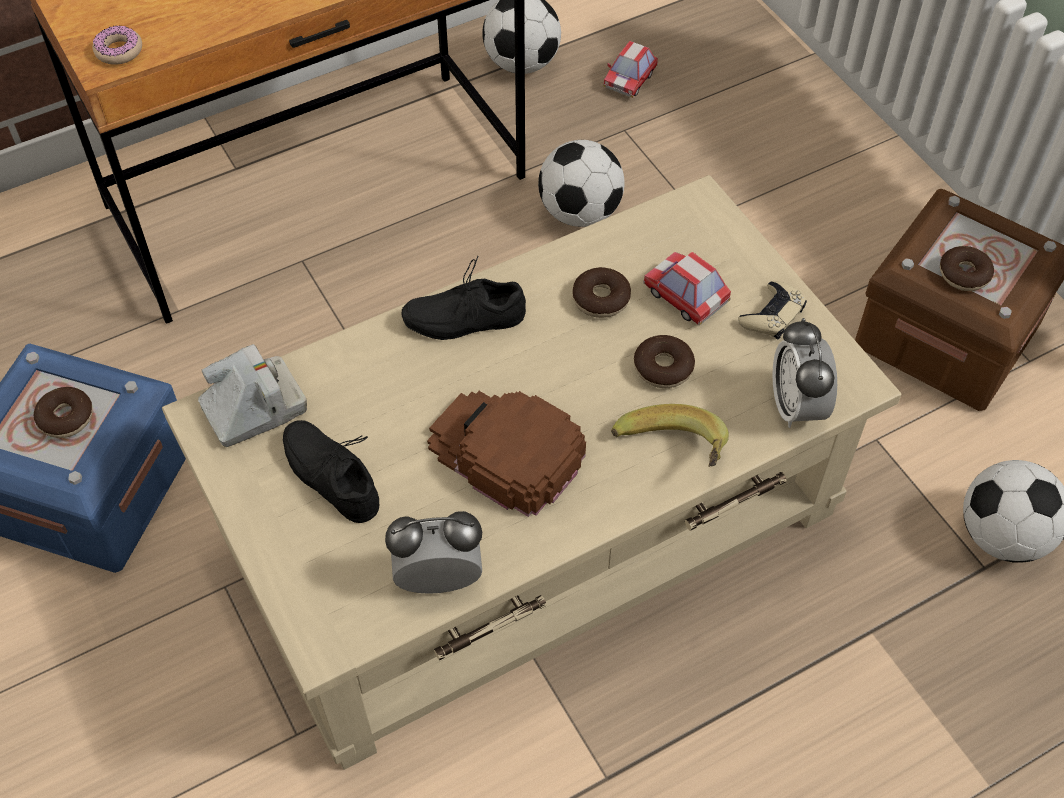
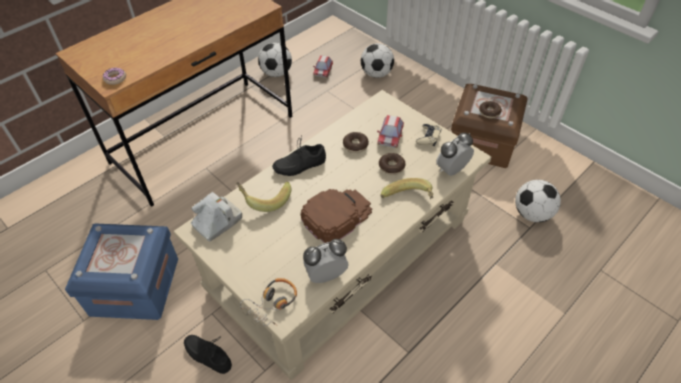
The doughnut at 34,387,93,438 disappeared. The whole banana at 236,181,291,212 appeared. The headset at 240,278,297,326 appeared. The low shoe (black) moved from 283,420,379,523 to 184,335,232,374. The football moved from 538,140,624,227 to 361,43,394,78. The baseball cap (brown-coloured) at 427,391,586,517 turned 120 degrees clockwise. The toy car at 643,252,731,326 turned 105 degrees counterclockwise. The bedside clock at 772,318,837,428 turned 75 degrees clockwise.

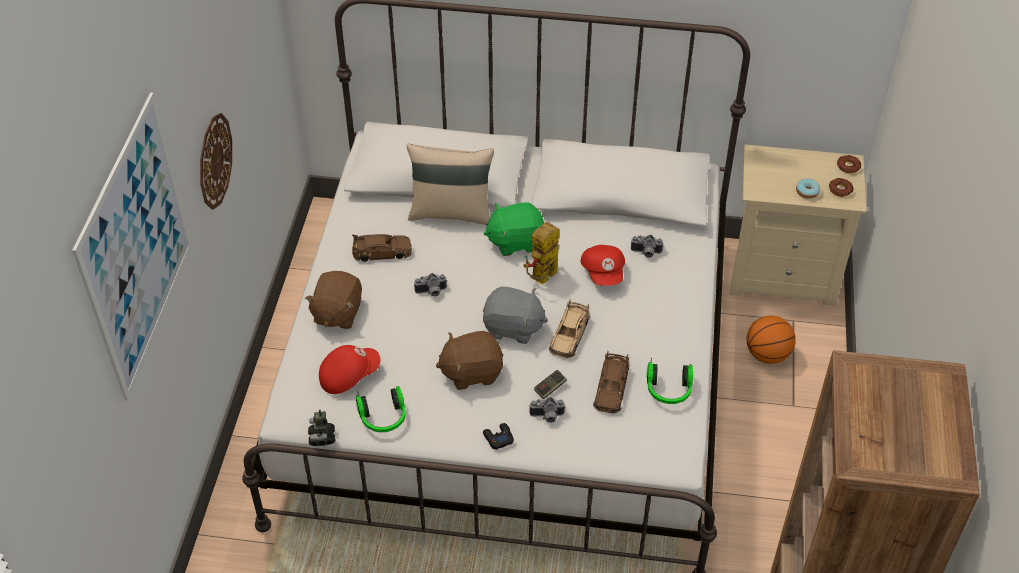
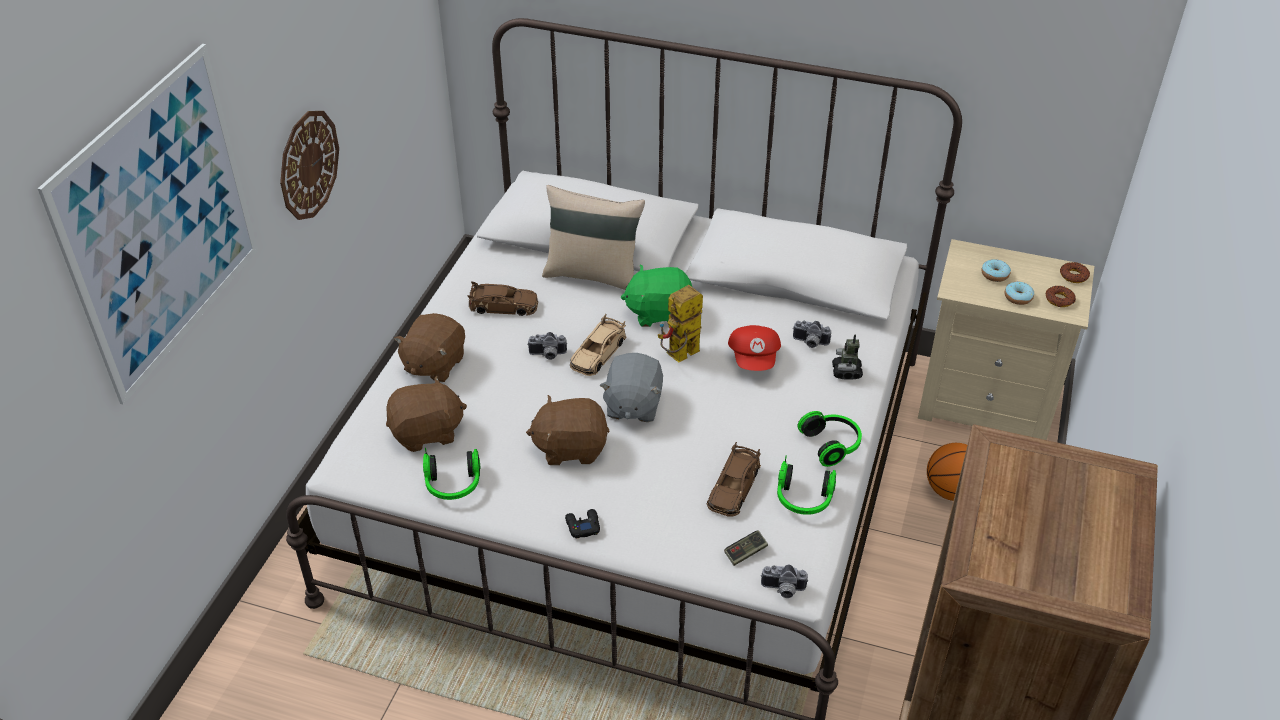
The headset at 798,411,862,467 appeared. The doughnut at 982,259,1011,282 appeared. The robot figure moved from 308,410,335,446 to 832,335,863,380. The photo camera moved from 529,397,566,423 to 761,565,808,598. The game controller moved from 534,370,567,399 to 724,530,768,566. The toy car (sand-coloured) moved from 549,299,590,358 to 570,314,627,376. The baseball cap (red-coloured) at 319,345,380,394 was replaced by the soft toy (brown-coloured) at 386,375,467,452. The soft toy (gray) at 483,286,548,344 turned 75 degrees clockwise.

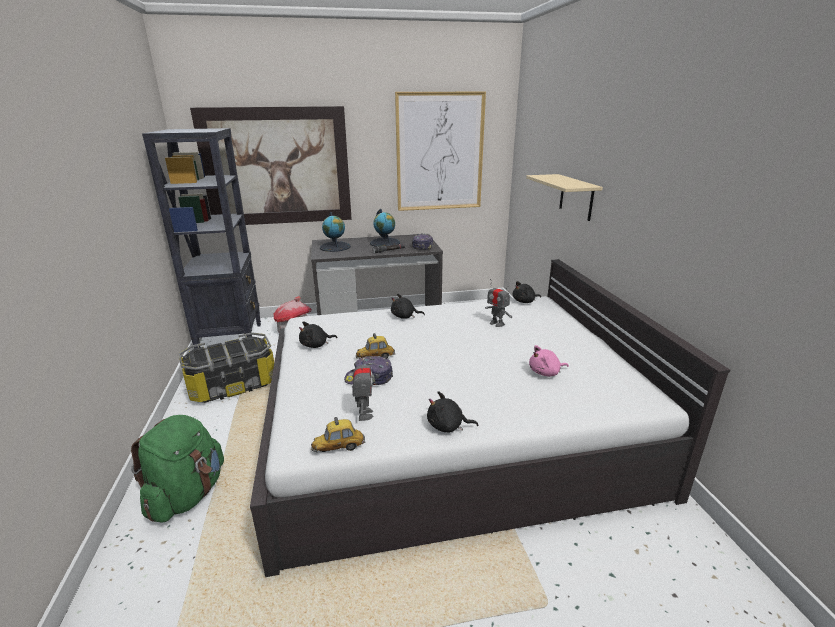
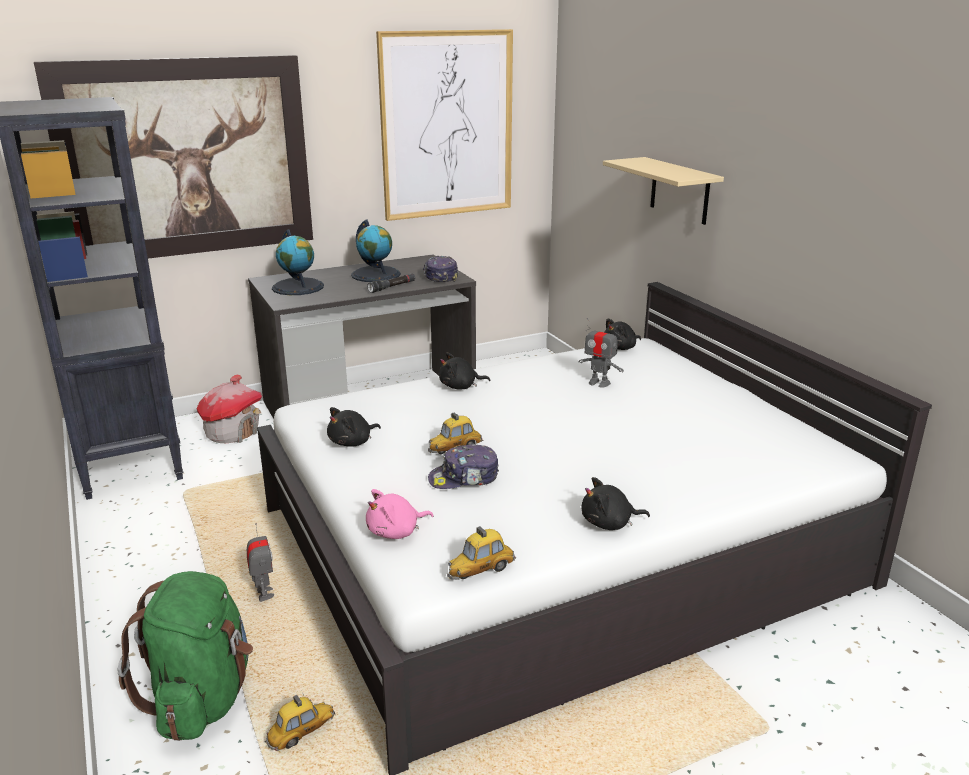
The storage box at 179,332,274,403 disappeared. The toy car at 265,692,335,751 appeared. The robot figure moved from 352,353,373,421 to 247,523,274,602. The soft toy (pink-coloured) moved from 529,345,569,377 to 366,489,434,539.

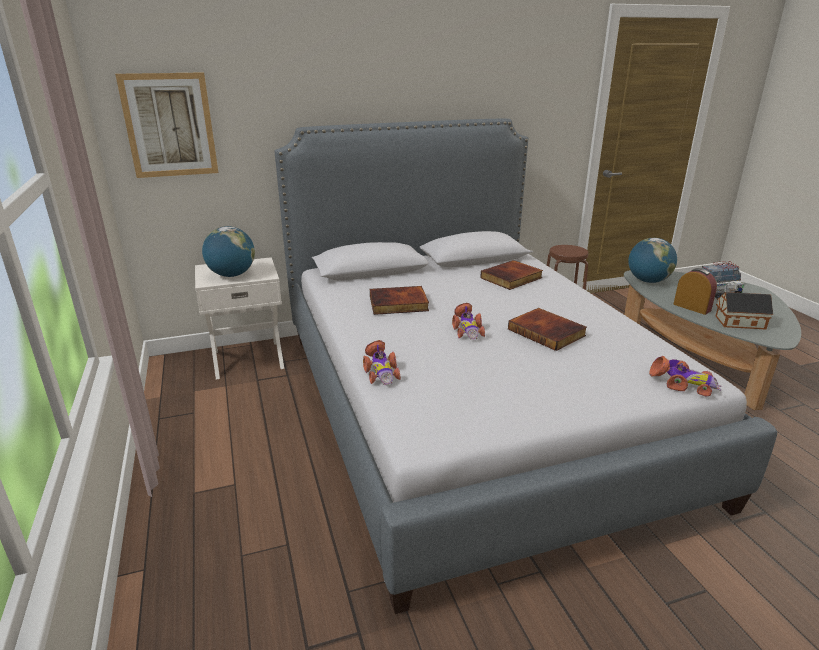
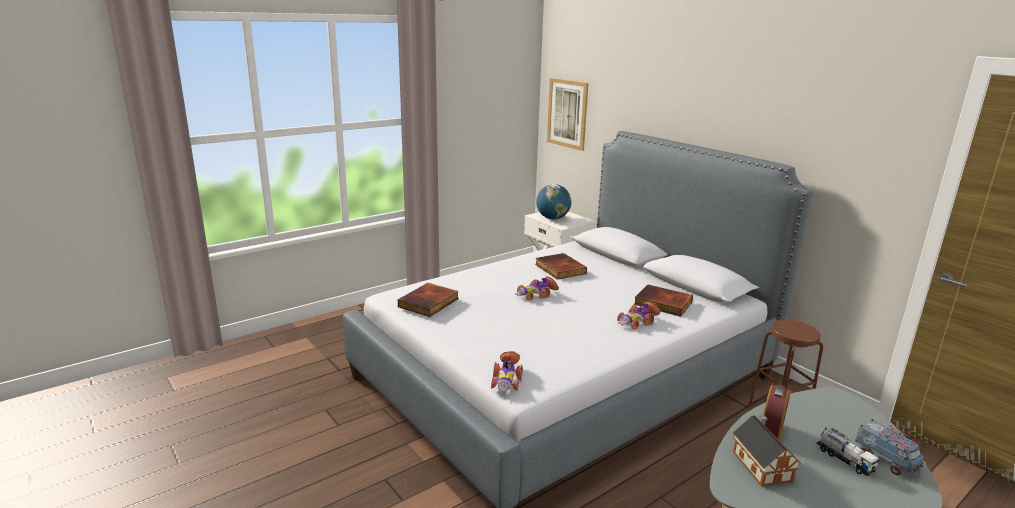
The desk globe at 628,238,677,283 disappeared. The toy car moved from 363,340,401,385 to 617,301,660,329. The bound book moved from 508,308,587,351 to 398,283,459,317.

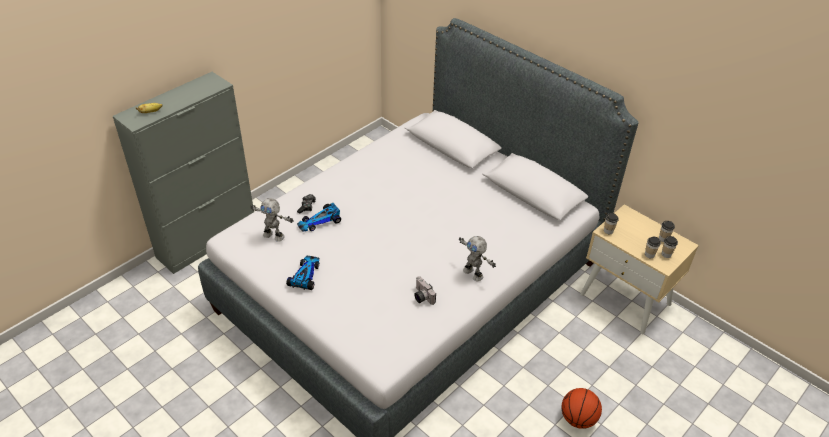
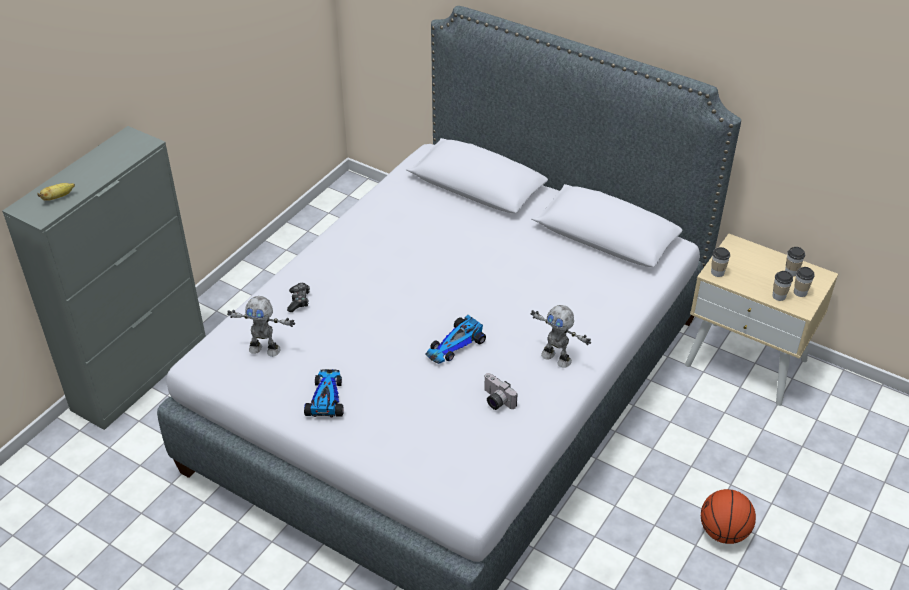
The toy car moved from 297,203,341,232 to 425,315,486,364.

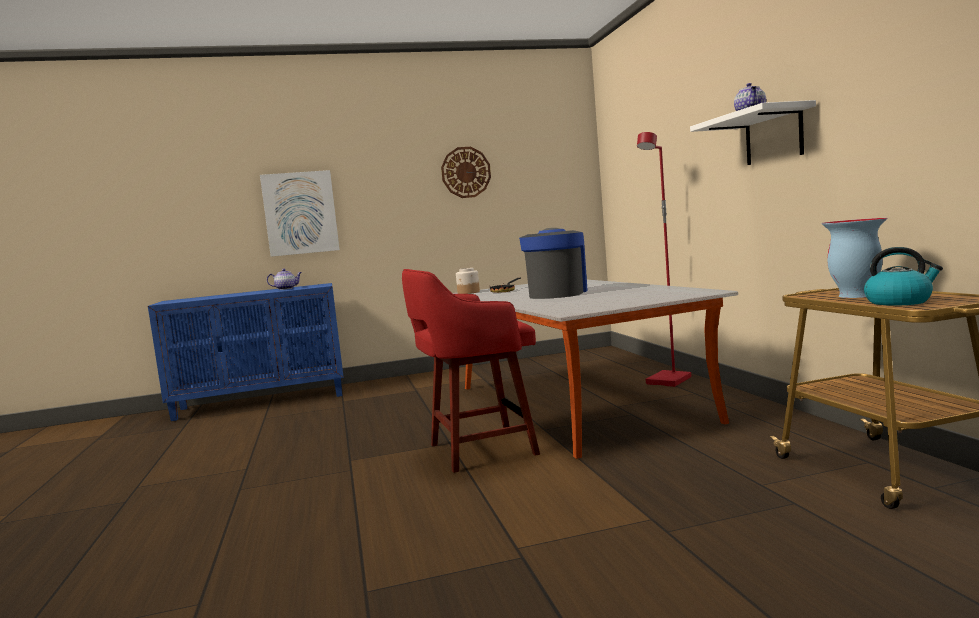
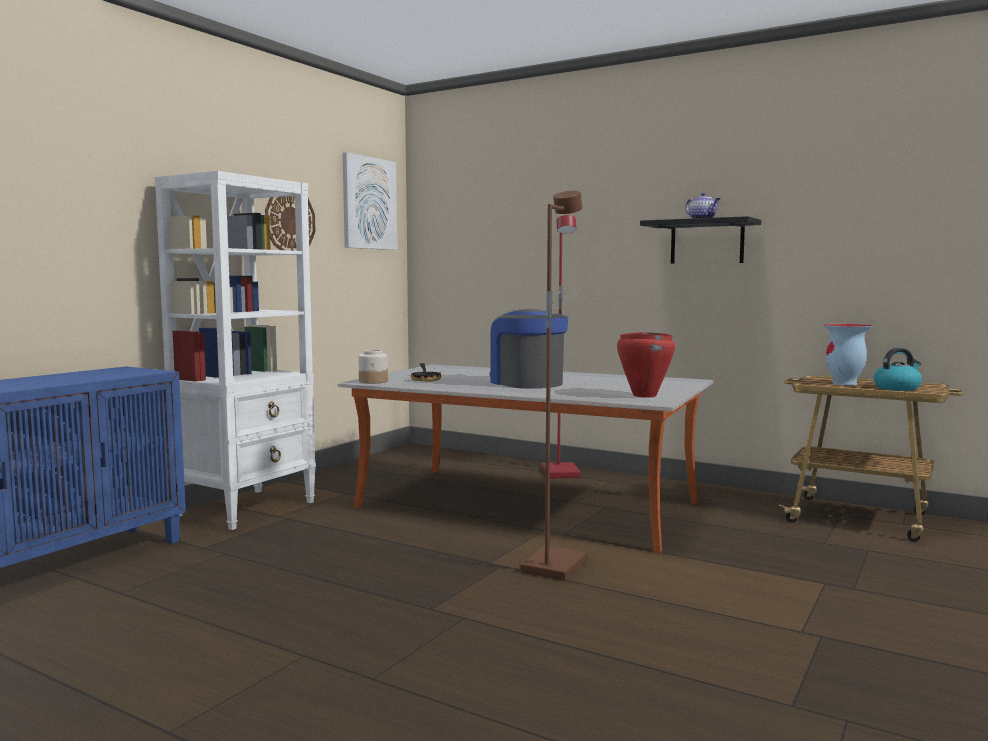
The pot for tea at 267,269,302,290 disappeared. The bookcase (white) at 155,171,316,530 appeared. The saucepot (red-coloured) at 617,332,675,397 appeared. The wall art moved from 260,170,340,257 to 343,152,397,250. The stool (red-coloured) at 402,269,540,473 was replaced by the floor lamp (brown-coloured) at 520,191,587,580. The bracket shelf (white) at 690,100,816,165 became the bracket shelf (black) at 640,216,761,264.

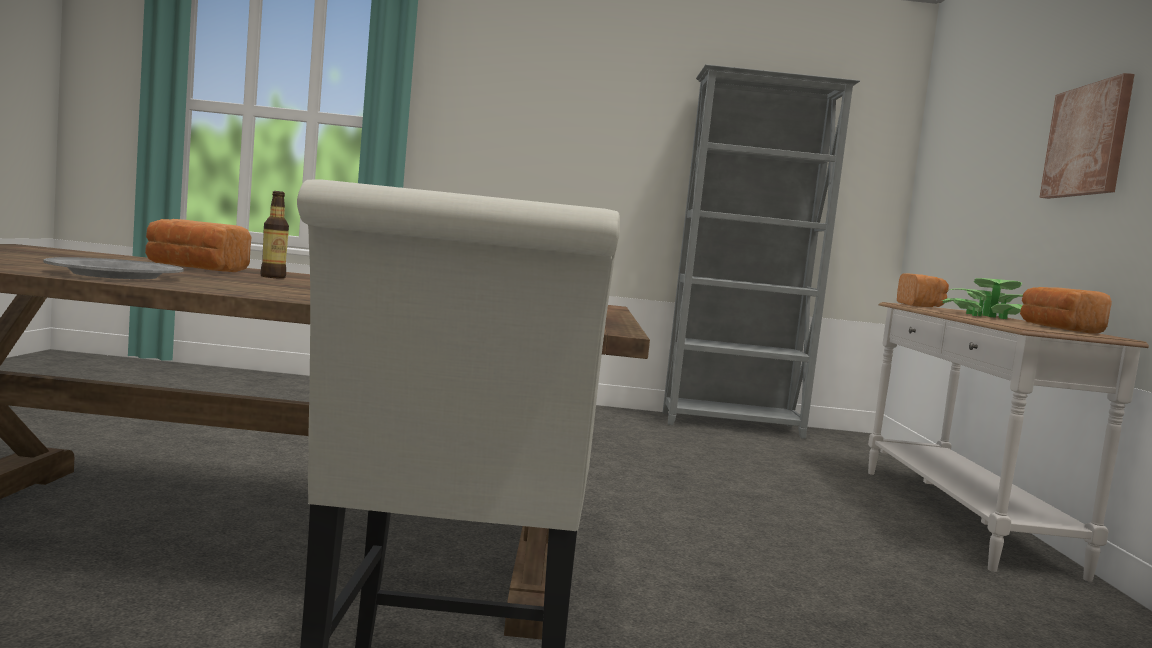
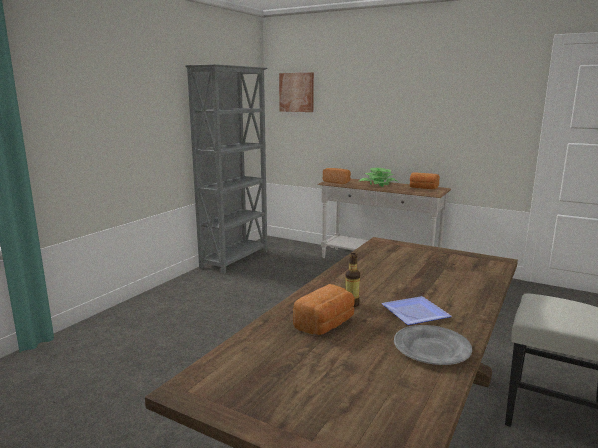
The plate at 381,296,452,325 appeared. The wall art moved from 1039,73,1134,199 to 279,73,314,112.

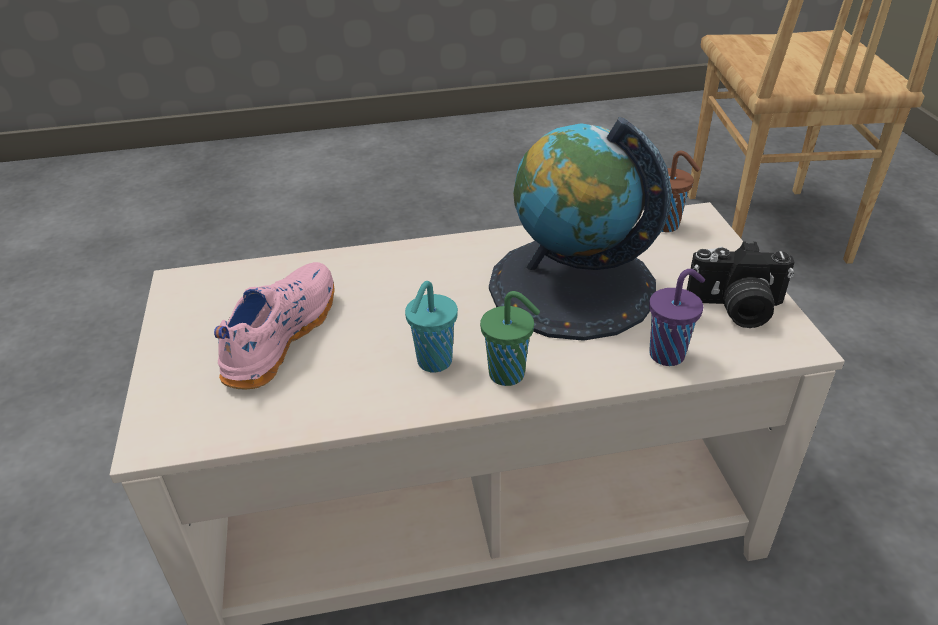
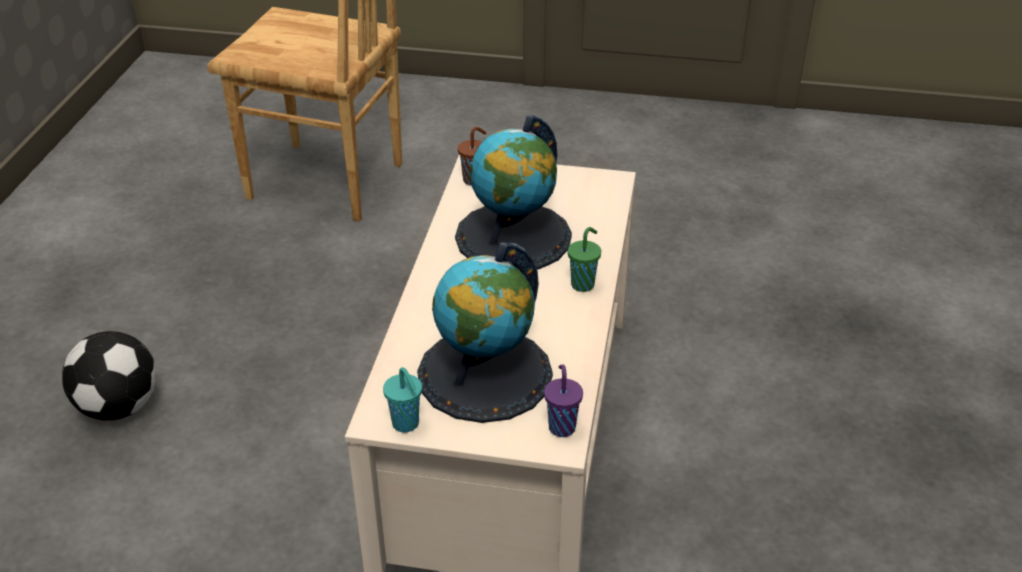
The photo camera at 687,241,794,328 disappeared. The football at 62,331,156,421 appeared. The drinking cup (turquoise) moved from 405,281,458,372 to 383,367,422,432. The drinking cup (purple) moved from 649,269,705,366 to 544,364,583,437. The low shoe (pink-coloured) at 214,262,335,390 was replaced by the desk globe at 417,242,553,423.

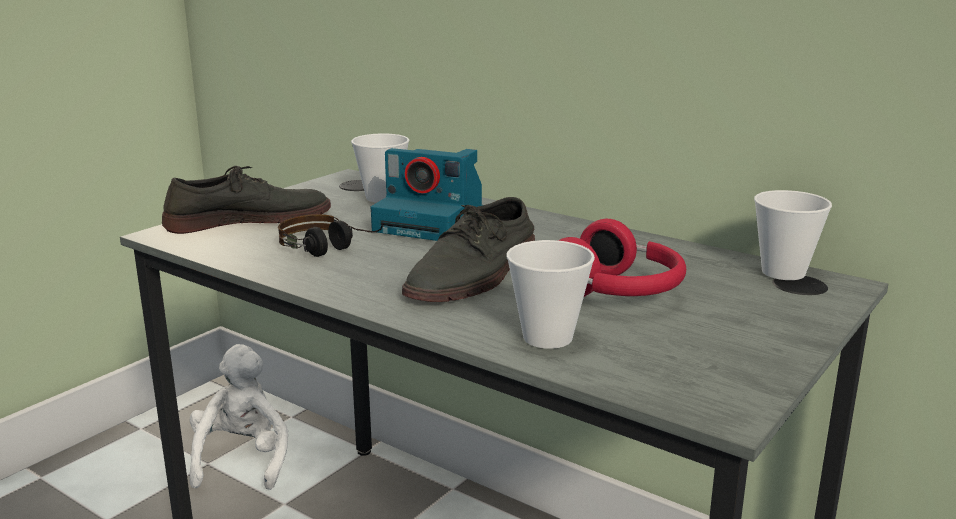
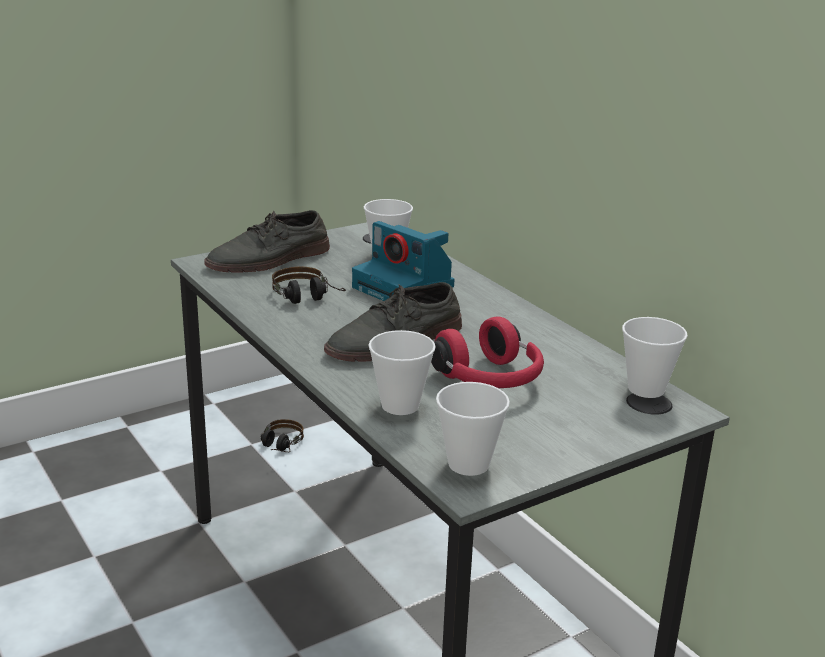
The drinking cup at 436,382,510,476 appeared. The soft toy (white) at 190,344,288,490 was replaced by the headset at 261,419,304,452. The low shoe (gray) at 162,166,331,234 turned 150 degrees clockwise.

